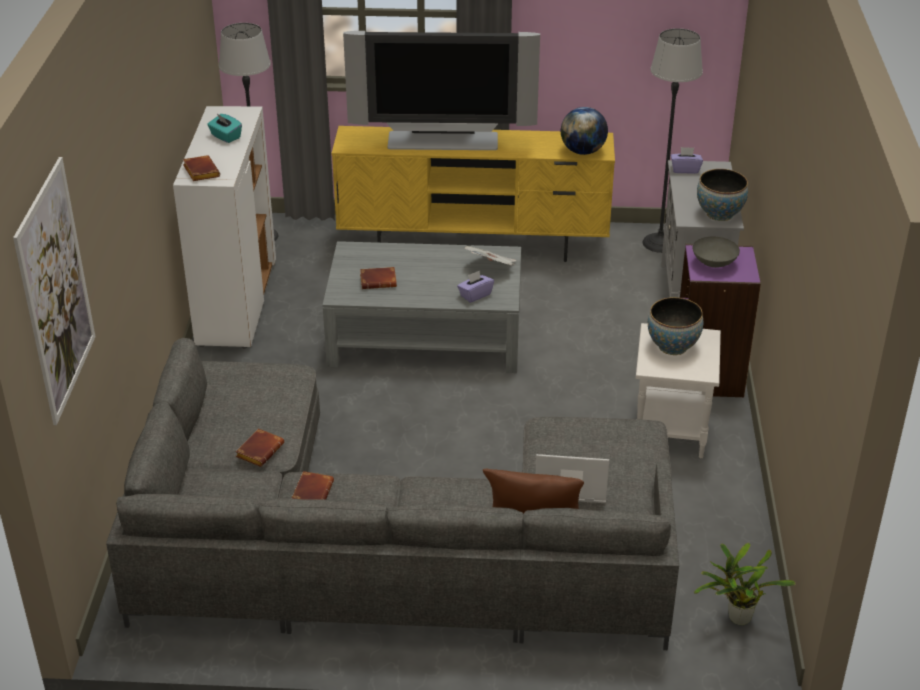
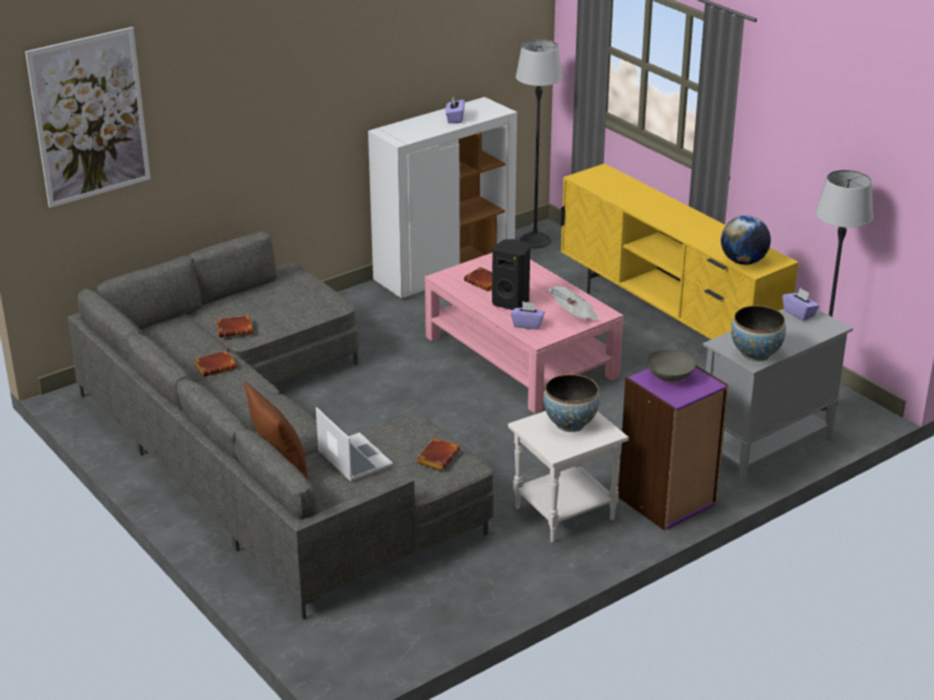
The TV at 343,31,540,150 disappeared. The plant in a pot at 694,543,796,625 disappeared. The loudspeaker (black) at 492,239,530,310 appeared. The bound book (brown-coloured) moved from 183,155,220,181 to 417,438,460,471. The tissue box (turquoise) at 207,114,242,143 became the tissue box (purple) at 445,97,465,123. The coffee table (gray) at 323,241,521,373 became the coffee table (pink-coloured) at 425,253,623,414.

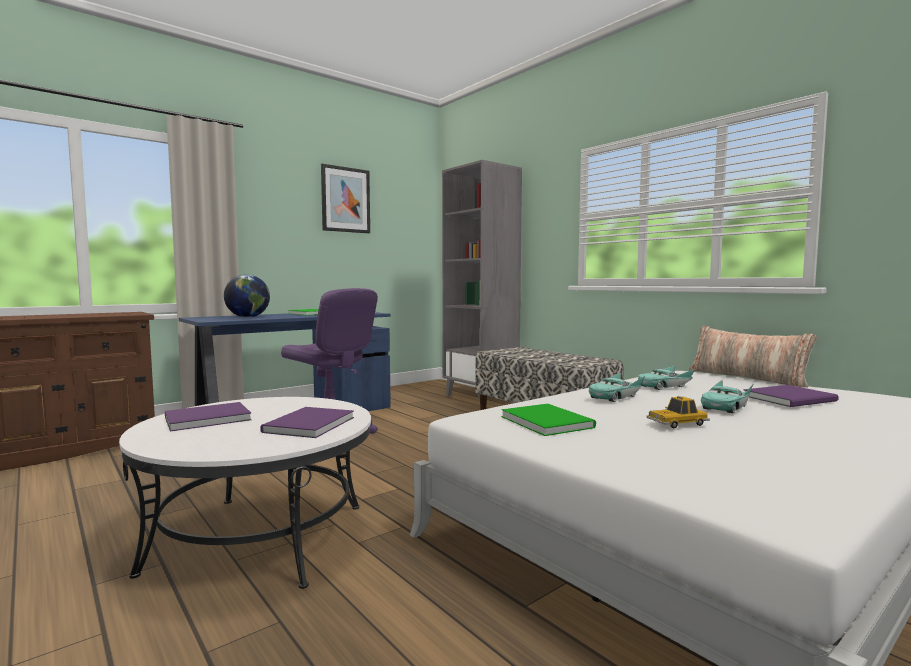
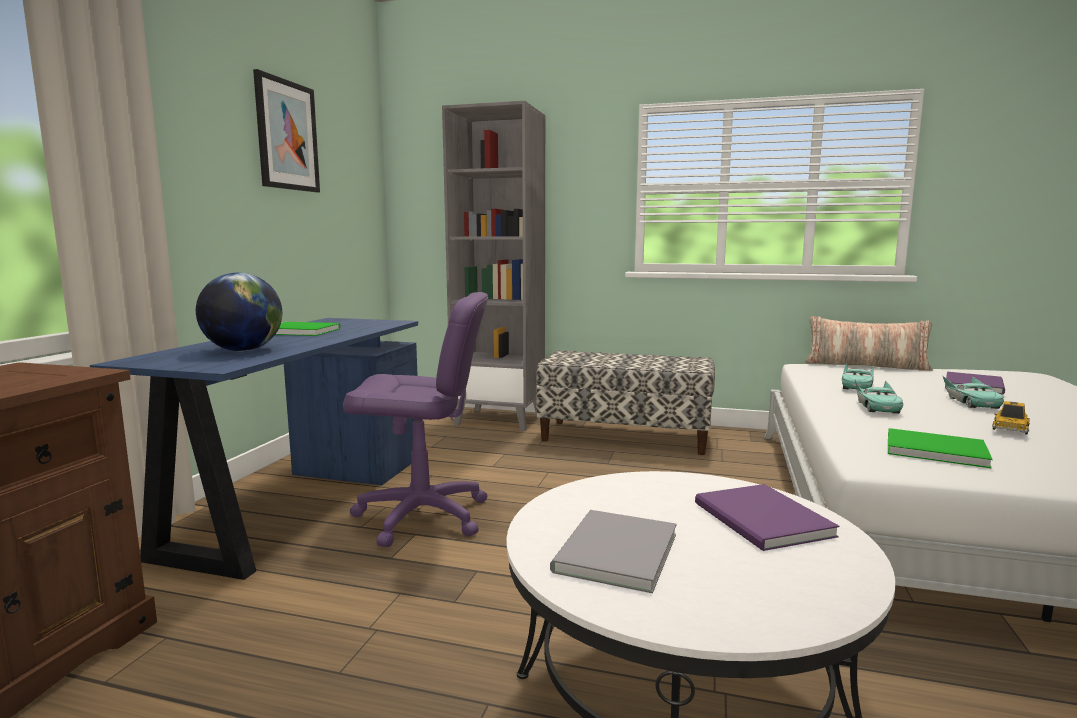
The bound book (purple) at 165,402,252,431 became the bound book (gray) at 550,510,677,593.

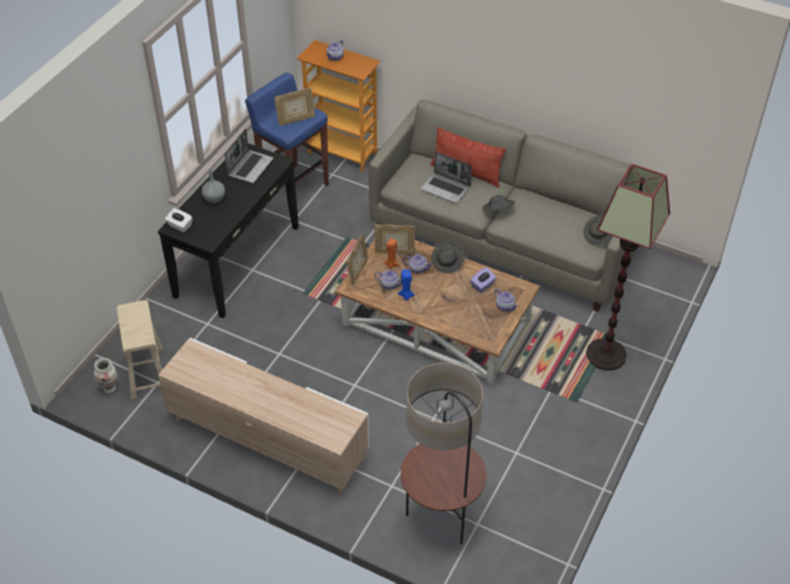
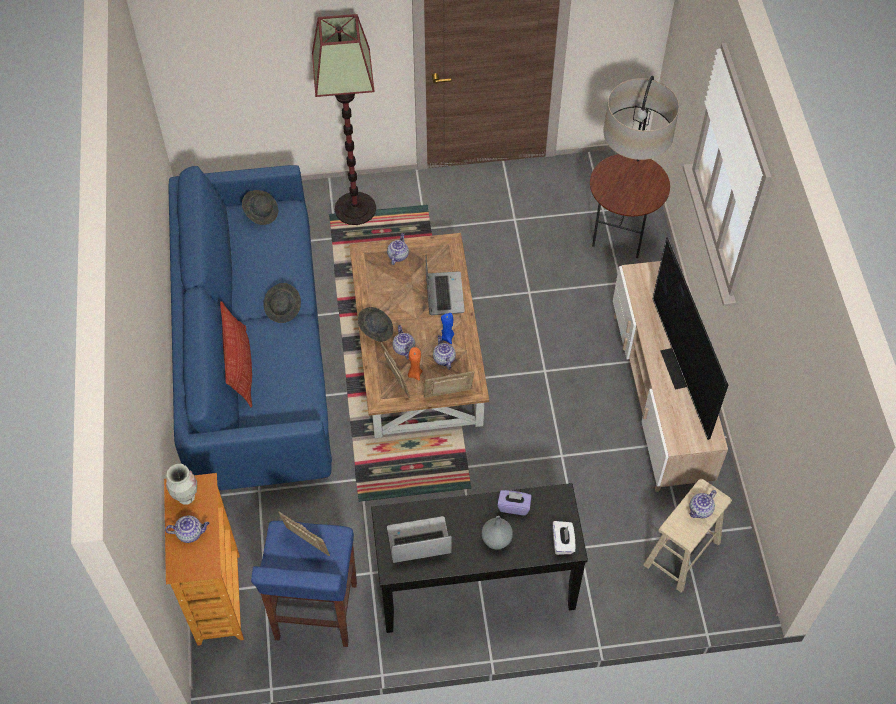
The TV at 653,237,728,440 appeared. The pot for tea at 689,490,717,518 appeared. The vase moved from 94,358,118,393 to 166,464,197,505. The laptop moved from 421,152,472,203 to 426,256,465,315. The tissue box (purple) moved from 470,267,497,293 to 497,490,532,515. The sofa (gray) at 369,100,639,312 became the sofa (bluish) at 169,165,332,491.

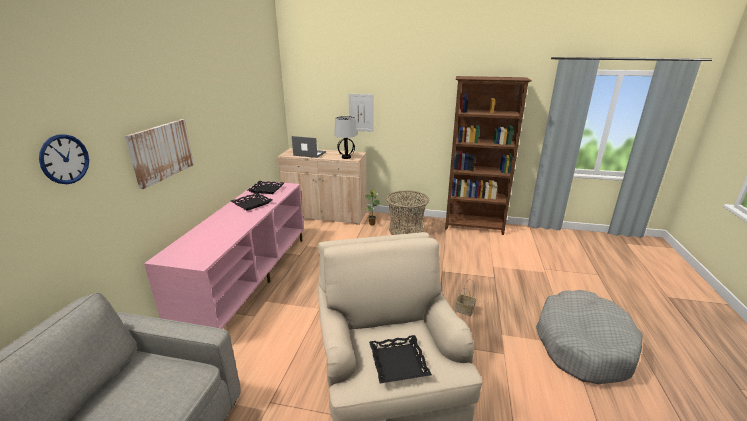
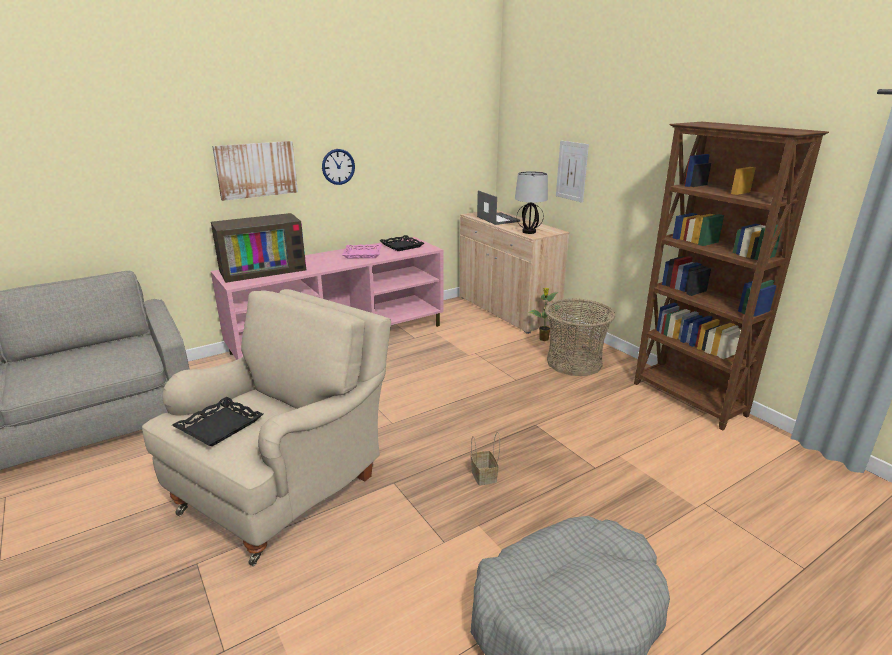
The TV at 211,213,306,283 appeared. The wall clock moved from 39,134,89,184 to 322,149,355,185. The carrying tray (black) at 231,193,272,211 became the carrying tray (pink-coloured) at 342,244,382,259.

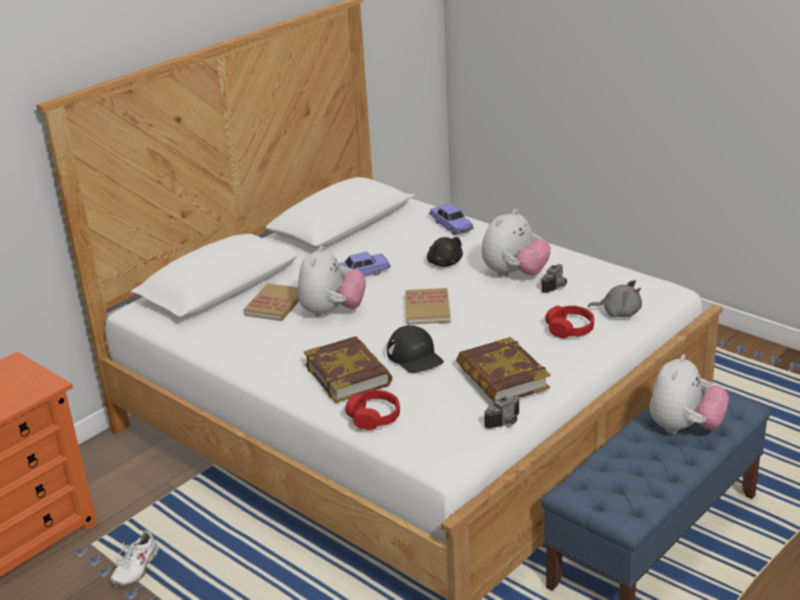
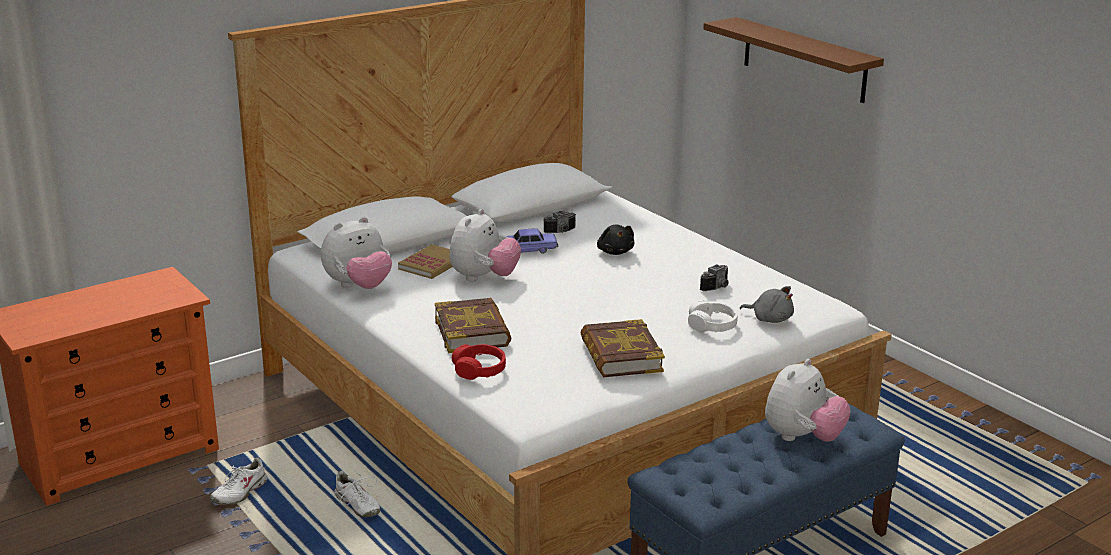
The baseball cap (black) at 387,325,444,373 disappeared. The bound book at 405,288,451,325 disappeared. The toy car at 429,204,474,235 disappeared. The low shoe (white) at 330,470,380,517 appeared. The bracket shelf (brown-coloured) at 703,17,884,103 appeared. The soft toy moved from 482,209,551,277 to 321,217,392,289. The photo camera moved from 484,395,519,429 to 544,211,576,233. The headset (red-coloured) at 545,305,594,338 became the headset (white) at 688,300,738,332.

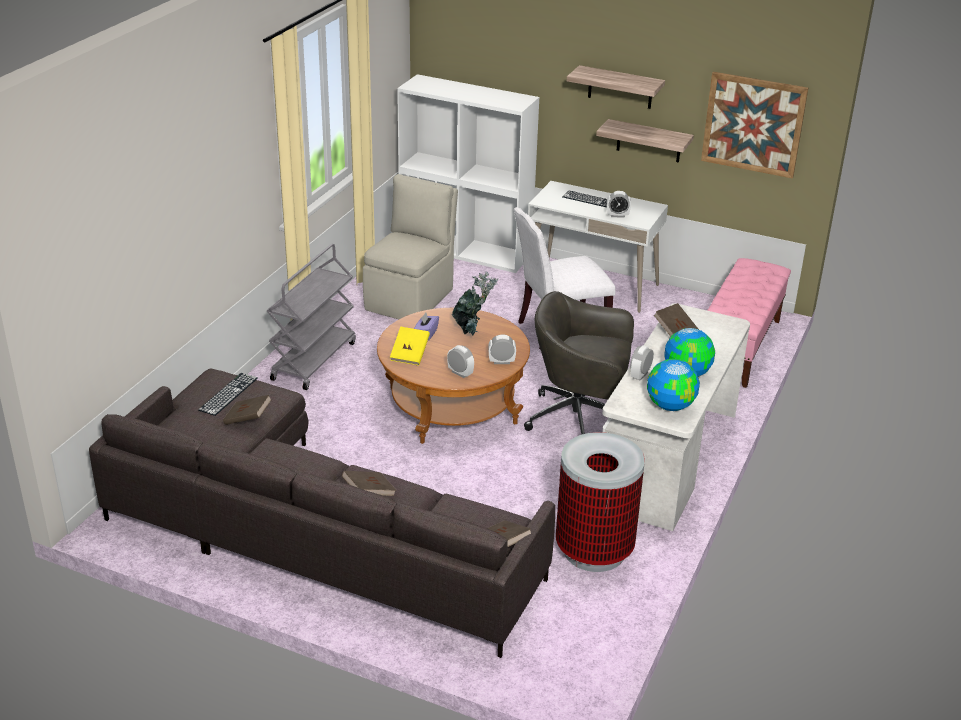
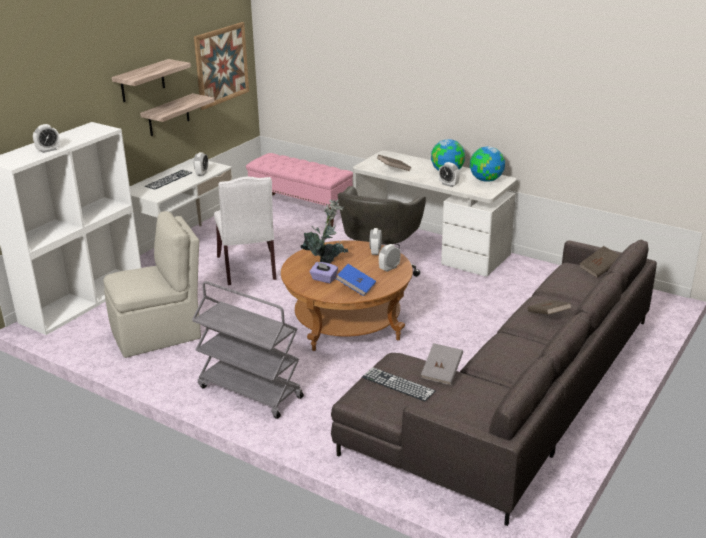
The waste bin at 556,432,645,572 disappeared. The bedside clock at 33,124,60,153 appeared. The bound book (brown-coloured) at 223,395,271,425 became the bound book (gray) at 421,343,463,385. The bound book (yellow-coloured) at 390,327,430,366 became the bound book (bluish) at 335,264,376,296. The chair (sand-coloured) at 363,174,458,319 turned 120 degrees clockwise.

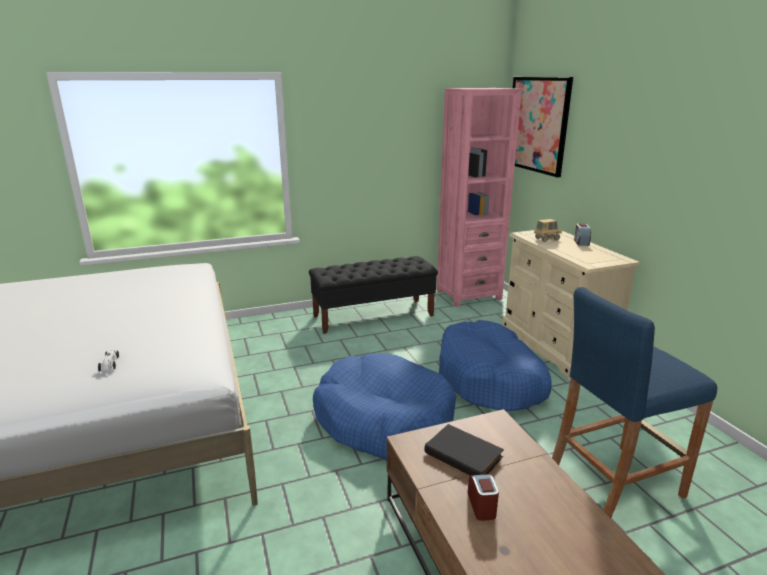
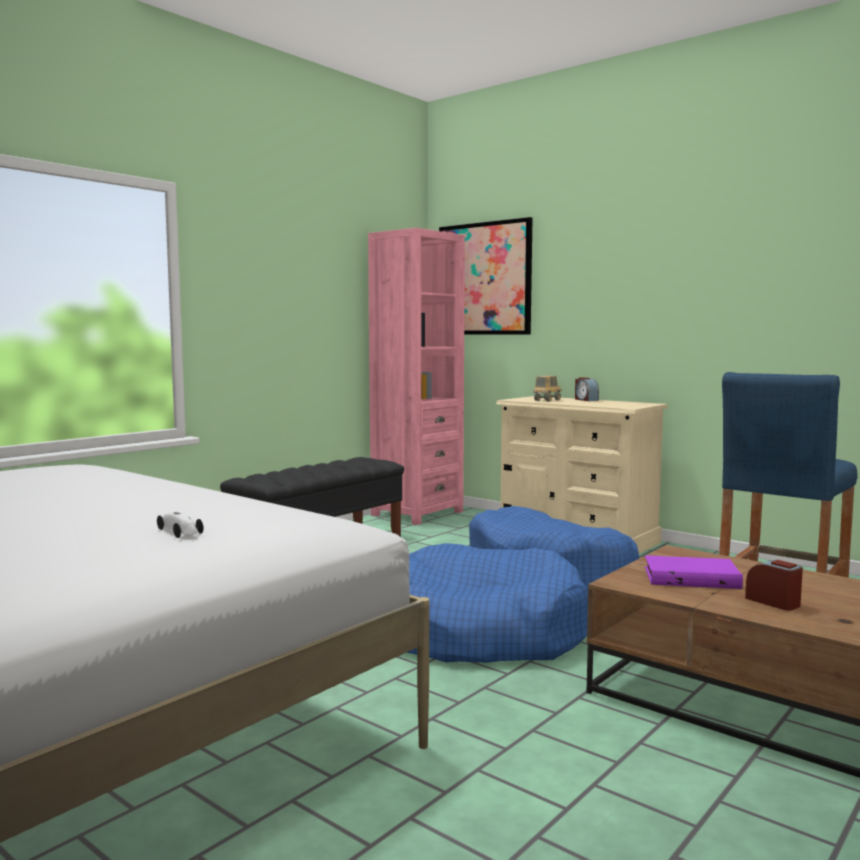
The bound book (black) at 424,424,504,476 became the bound book (purple) at 645,555,743,589.

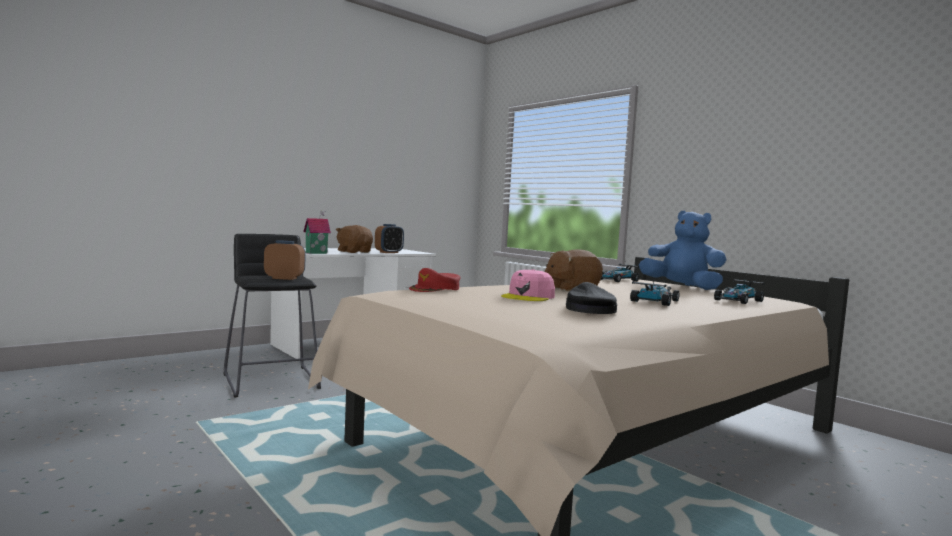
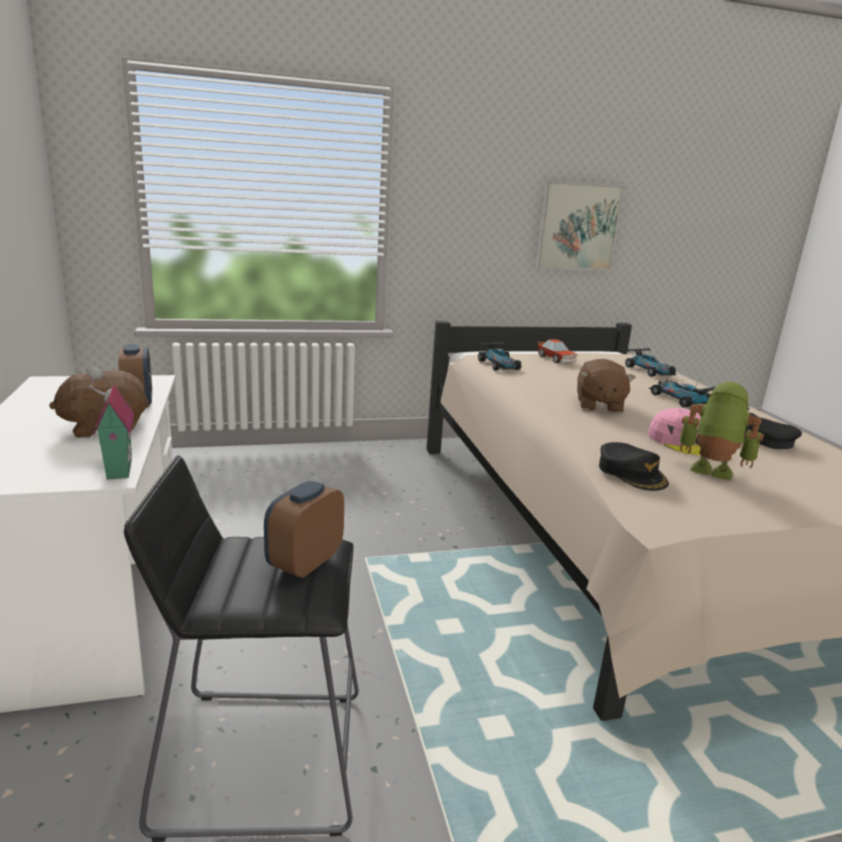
The wall art at 535,181,624,271 appeared. The robot figure at 680,382,764,481 appeared. The soft toy (bluish) at 639,210,727,290 was replaced by the toy car at 538,339,578,363. The baseball cap (red-coloured) at 409,268,460,292 became the baseball cap (black) at 599,442,669,491.

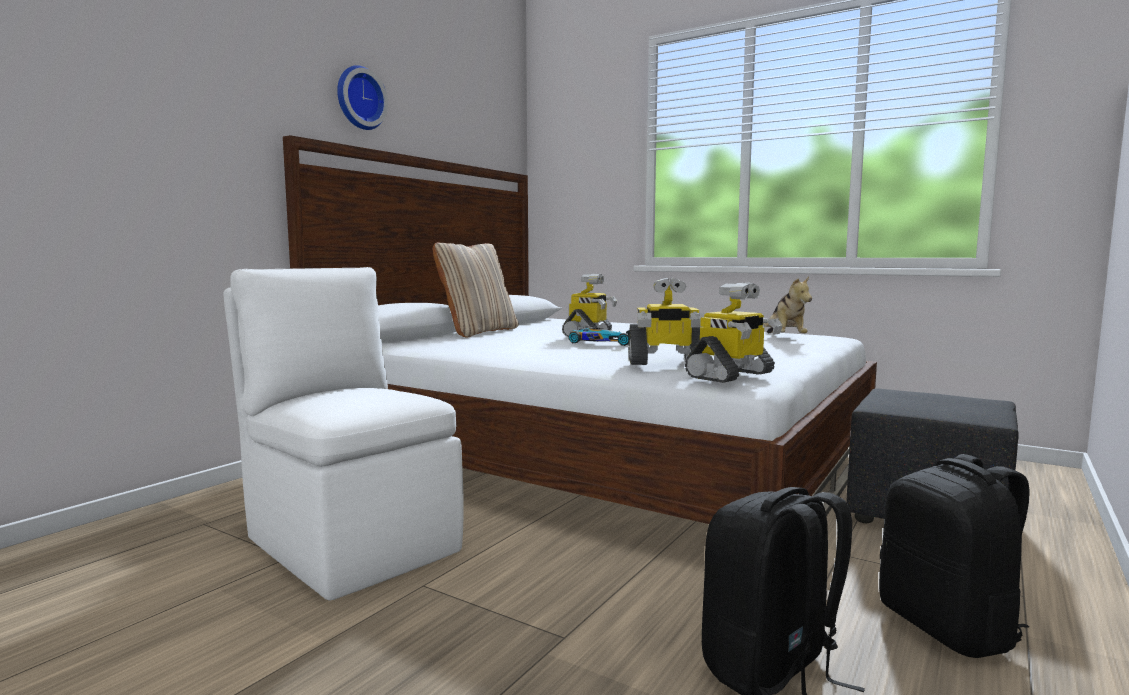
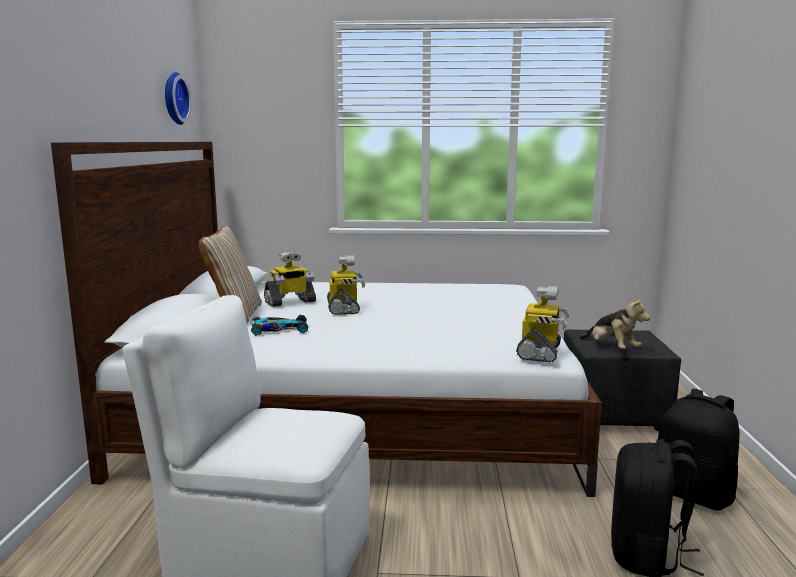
The wall clock moved from 337,65,388,130 to 165,72,191,125. The toy car moved from 568,327,629,346 to 250,315,308,336. The robot figure moved from 628,278,704,365 to 264,252,316,307. The soft toy moved from 763,277,812,333 to 580,296,650,349.

